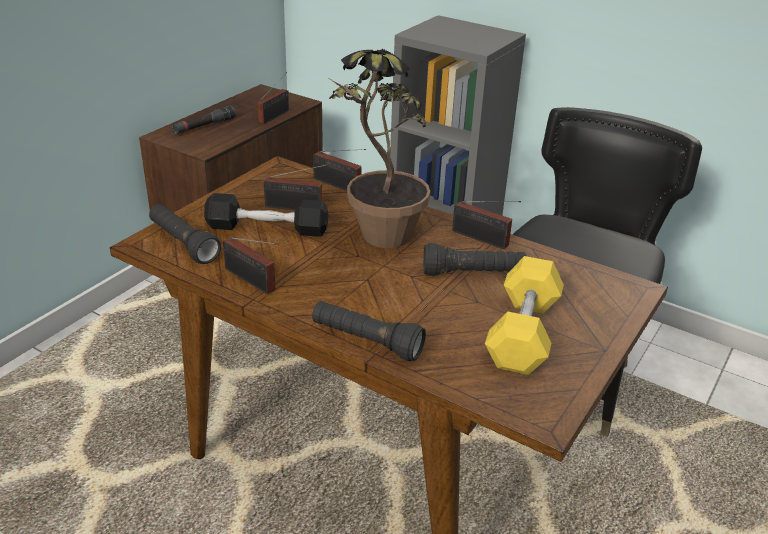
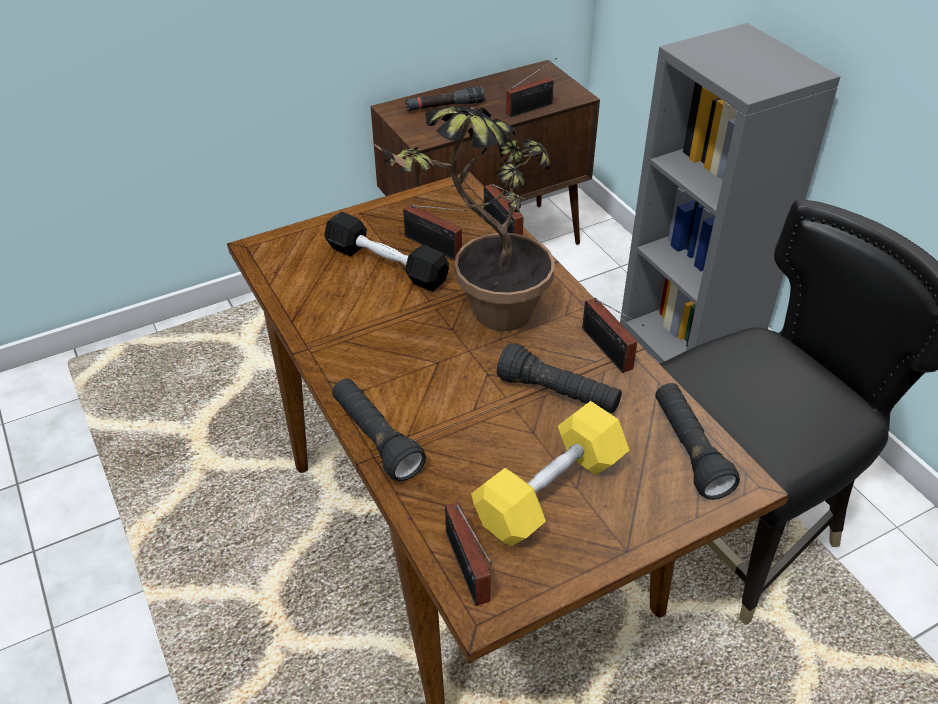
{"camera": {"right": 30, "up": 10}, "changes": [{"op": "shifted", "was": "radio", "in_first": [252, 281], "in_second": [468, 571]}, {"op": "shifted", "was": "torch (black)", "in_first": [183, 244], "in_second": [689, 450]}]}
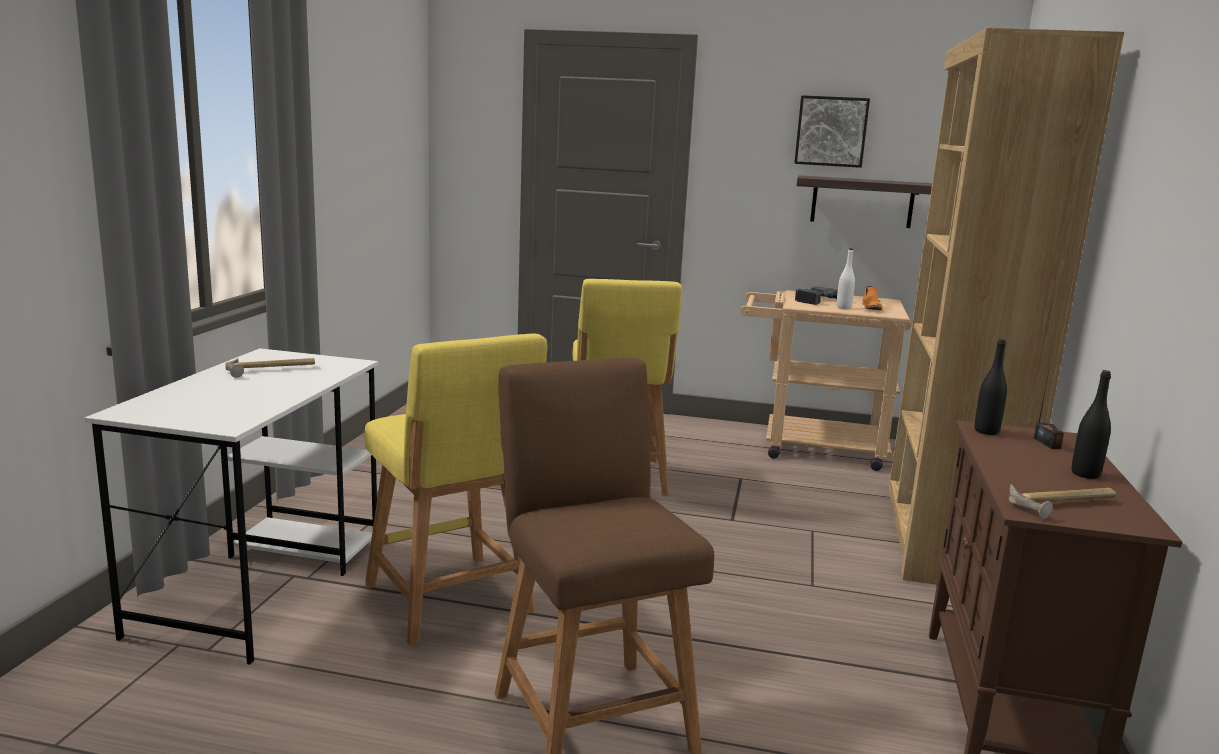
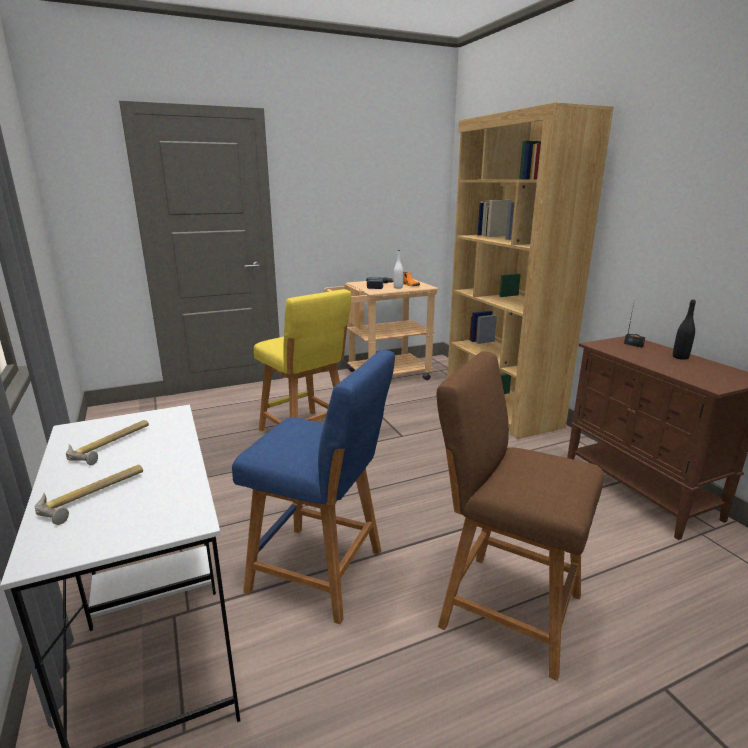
{"camera": {"right": -35, "up": 5}, "changes": [{"op": "shifted", "was": "tool hammer", "in_first": [1064, 505], "in_second": [95, 496]}, {"op": "repainted", "was": "stool (yellow-coloured)", "now": "stool (blue)", "in_first": [451, 602], "in_second": [322, 573]}, {"op": "gone", "was": "wall art", "in_first": [831, 131]}, {"op": "gone", "was": "shelf", "in_first": [862, 202]}, {"op": "gone", "was": "bottle (black)", "in_first": [986, 431]}]}
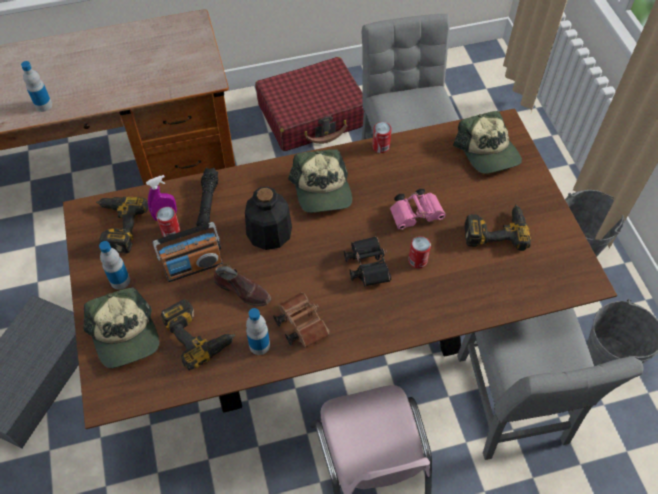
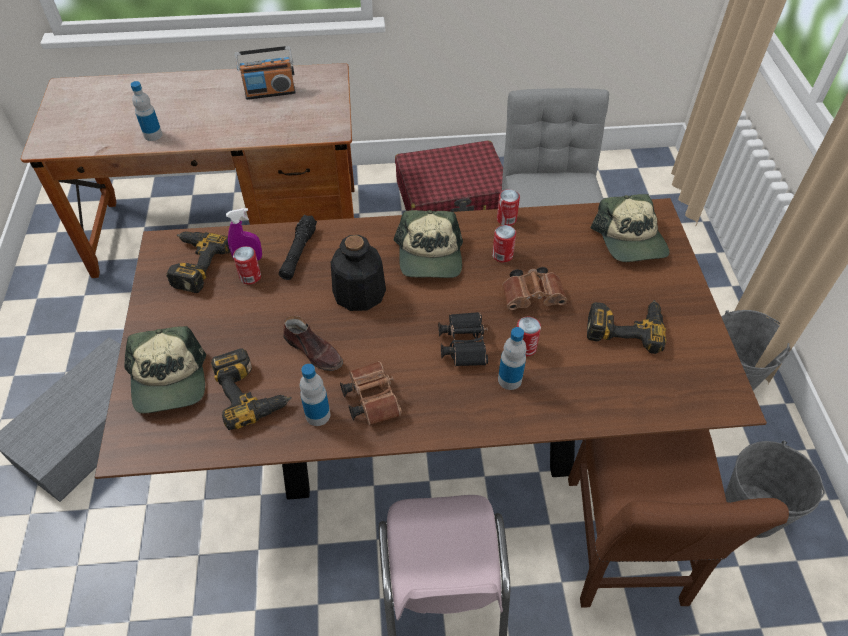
{"camera": {"right": 10, "up": -5}, "changes": [{"op": "shifted", "was": "radio", "in_first": [193, 266], "in_second": [270, 92]}, {"op": "new", "now": "metal can", "in_second": [502, 255]}, {"op": "shifted", "was": "bottle", "in_first": [120, 281], "in_second": [509, 379]}, {"op": "repainted", "was": "binoculars (pink-coloured)", "now": "binoculars (brown-coloured)", "in_first": [417, 215], "in_second": [534, 297]}, {"op": "repainted", "was": "plain chair (gray)", "now": "plain chair (brown-coloured)", "in_first": [512, 406], "in_second": [624, 548]}]}
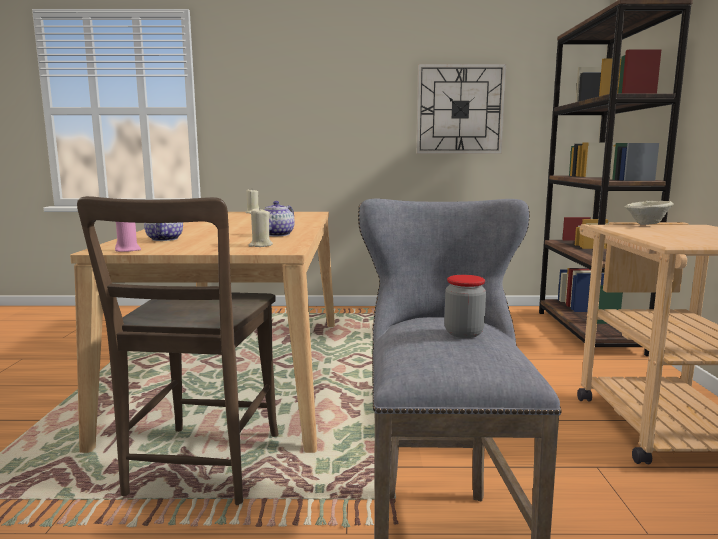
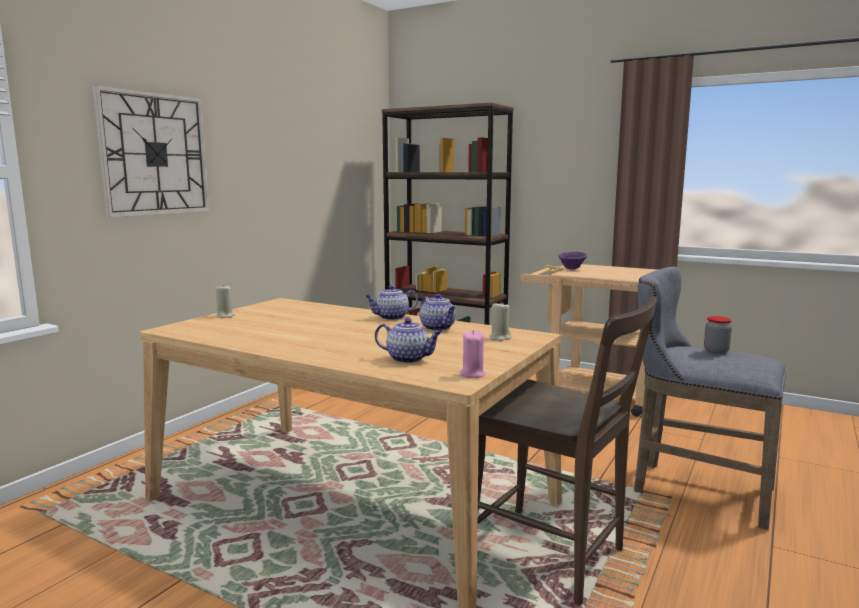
{"camera": {"right": -60, "up": 0}, "changes": [{"op": "shifted", "was": "clock on the wall", "in_first": [460, 109], "in_second": [154, 154]}, {"op": "new", "now": "tea pot", "in_second": [391, 317]}, {"op": "repainted", "was": "deep dish (sand-coloured)", "now": "deep dish (purplish)", "in_first": [647, 224], "in_second": [572, 268]}]}
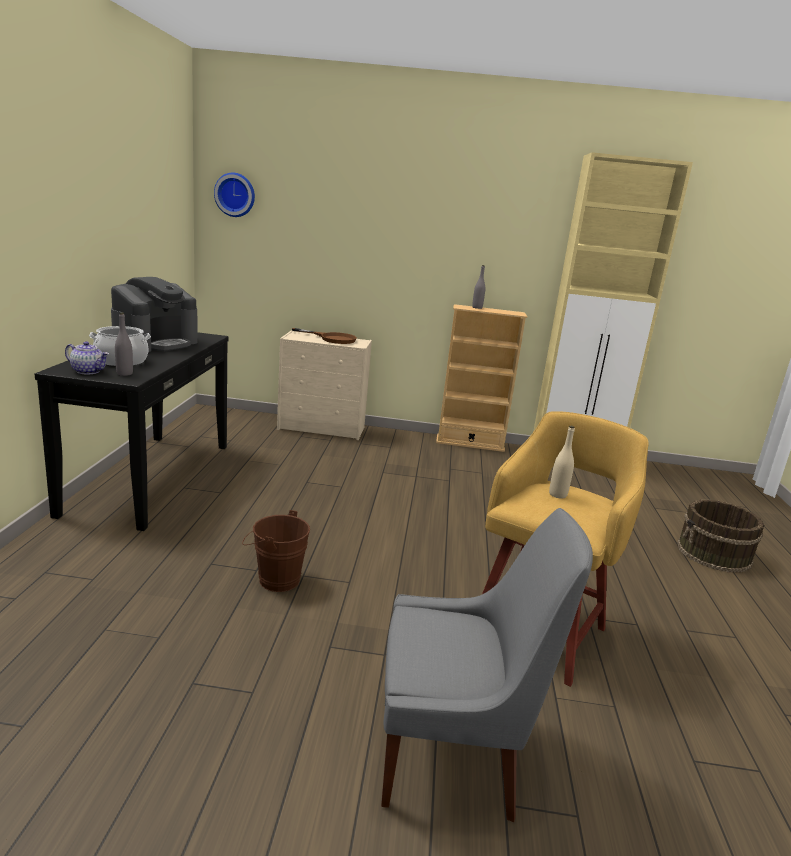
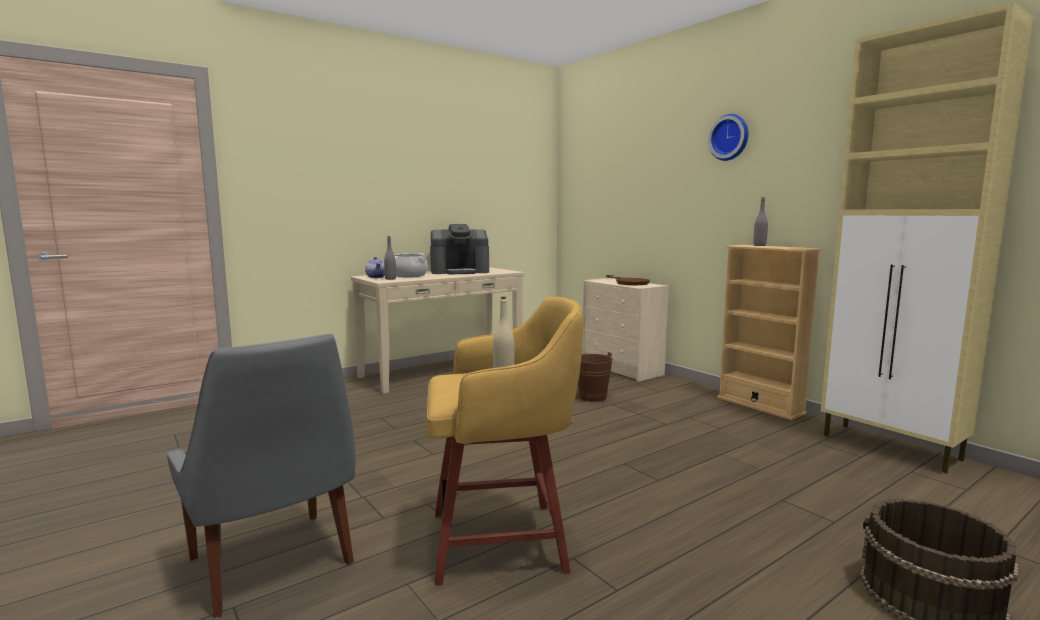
{"camera": {"right": 50, "up": -10}, "changes": [{"op": "repainted", "was": "narrow table (black)", "now": "narrow table (sand-coloured)", "in_first": [150, 477], "in_second": [442, 371]}, {"op": "shifted", "was": "pail (brown-coloured)", "in_first": [275, 579], "in_second": [590, 396]}, {"op": "shifted", "was": "clock on the wall", "in_first": [235, 195], "in_second": [730, 137]}]}
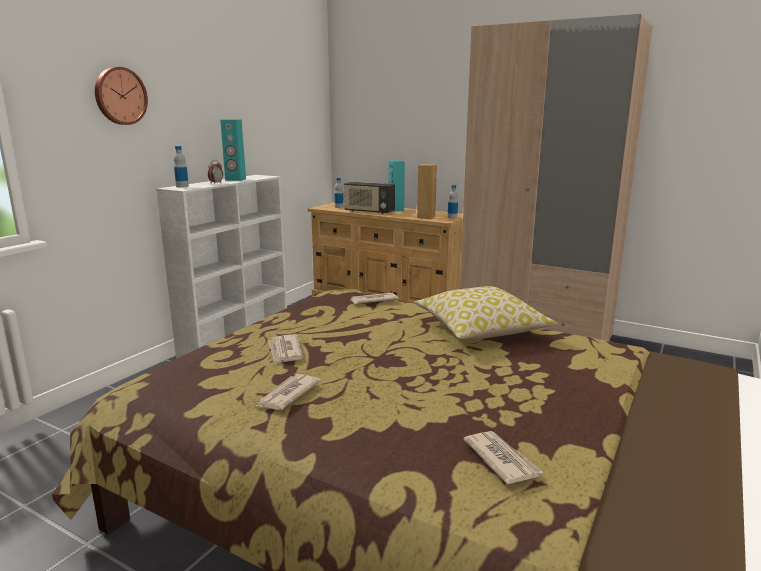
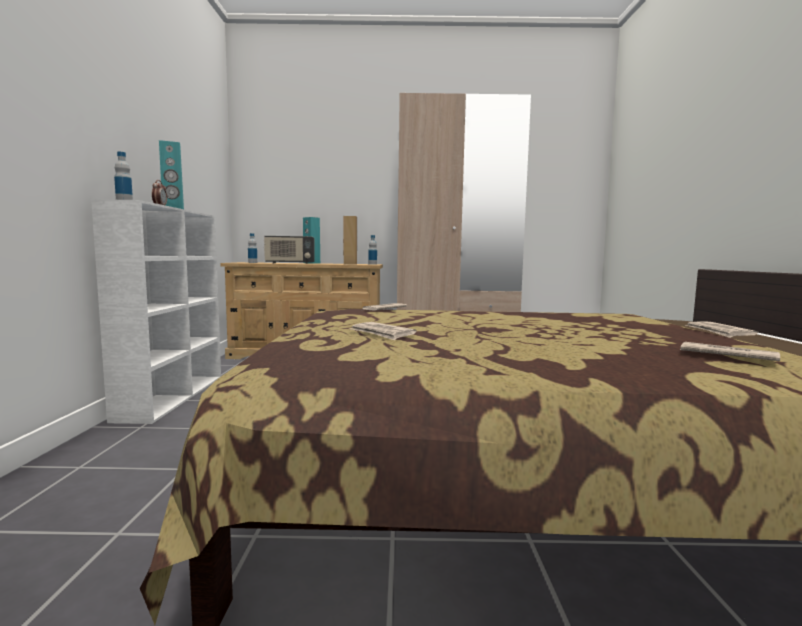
{"camera": {"right": -30, "up": -10}, "changes": [{"op": "shifted", "was": "printed paper", "in_first": [287, 395], "in_second": [718, 332]}, {"op": "gone", "was": "clock on the wall", "in_first": [119, 96]}, {"op": "gone", "was": "throw pillow", "in_first": [480, 330]}]}
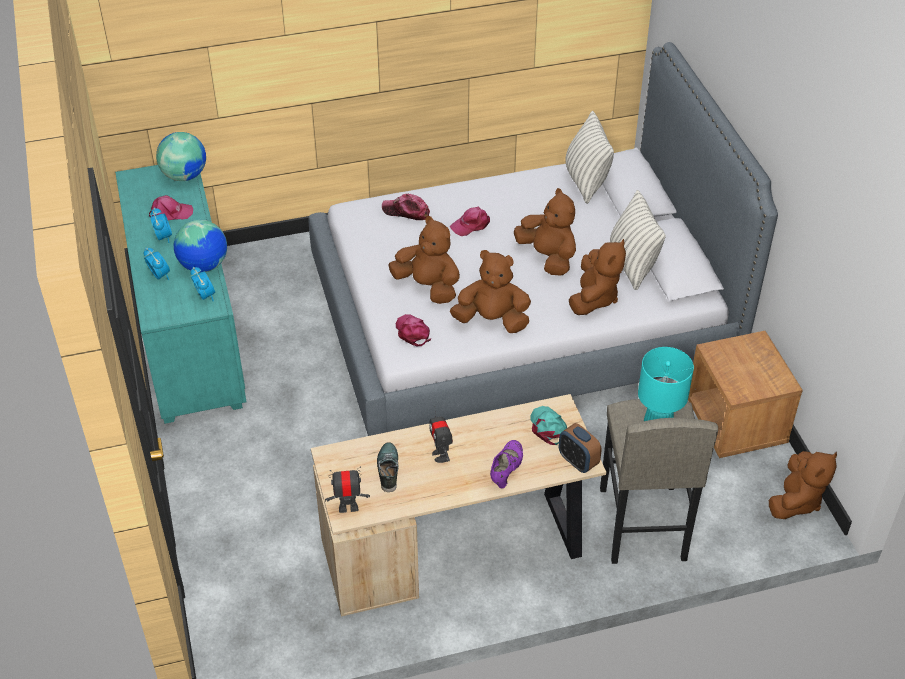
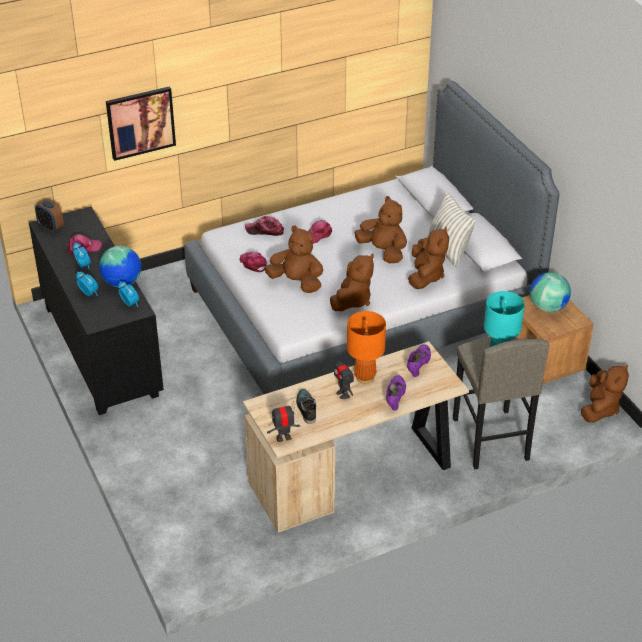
{"camera": {"right": -10, "up": -5}, "changes": [{"op": "repainted", "was": "chest of drawers (turquoise-coloured)", "now": "chest of drawers (black)", "in_first": [189, 337], "in_second": [101, 350]}, {"op": "shifted", "was": "alarm clock", "in_first": [578, 461], "in_second": [51, 227]}, {"op": "new", "now": "wall art", "in_second": [140, 122]}, {"op": "shifted", "was": "cap (pink-coloured)", "in_first": [412, 332], "in_second": [253, 263]}, {"op": "rotated", "was": "plush toy (brown-coloured)", "in_first": [492, 320], "in_second": [352, 300], "clockwise": 120}, {"op": "new", "now": "table lamp (orangey)", "in_second": [365, 377]}, {"op": "swapped", "was": "cap (turquoise-coloured)", "now": "item of footwear (purplish)", "in_first": [548, 427], "in_second": [418, 365]}, {"op": "shifted", "was": "globe", "in_first": [184, 175], "in_second": [547, 307]}, {"op": "gone", "was": "throw pillow", "in_first": [586, 181]}]}
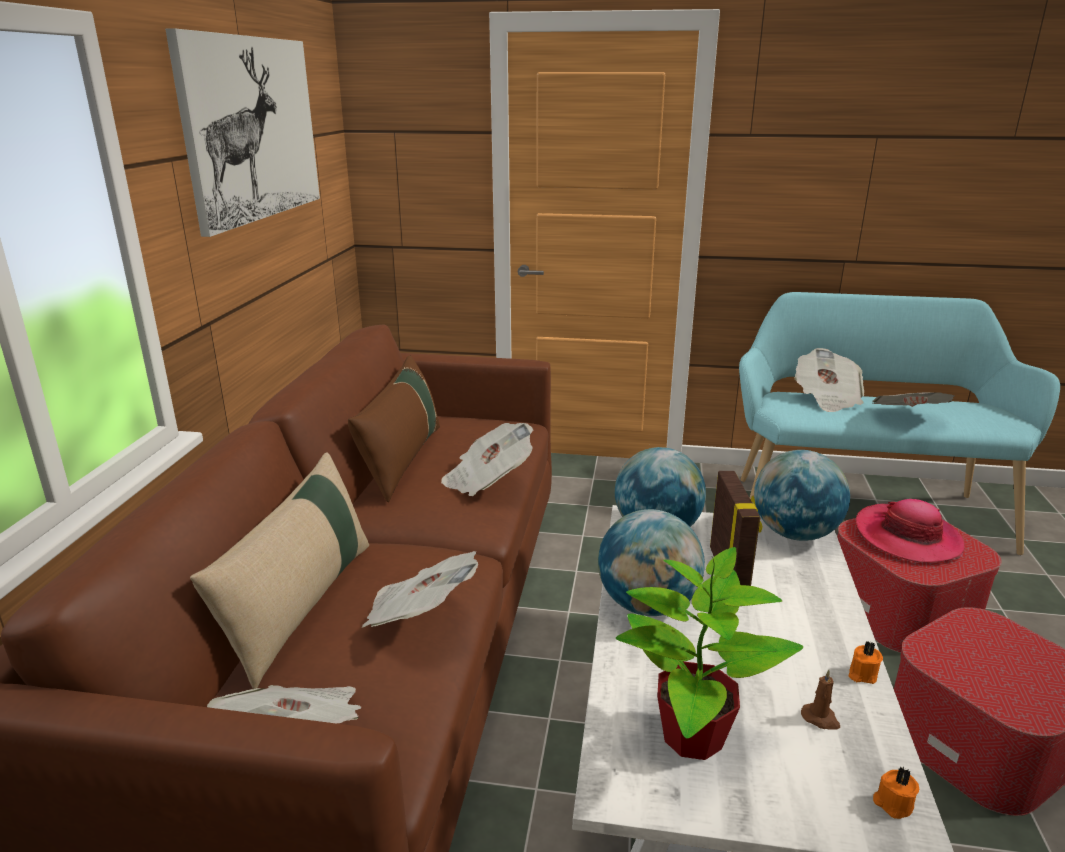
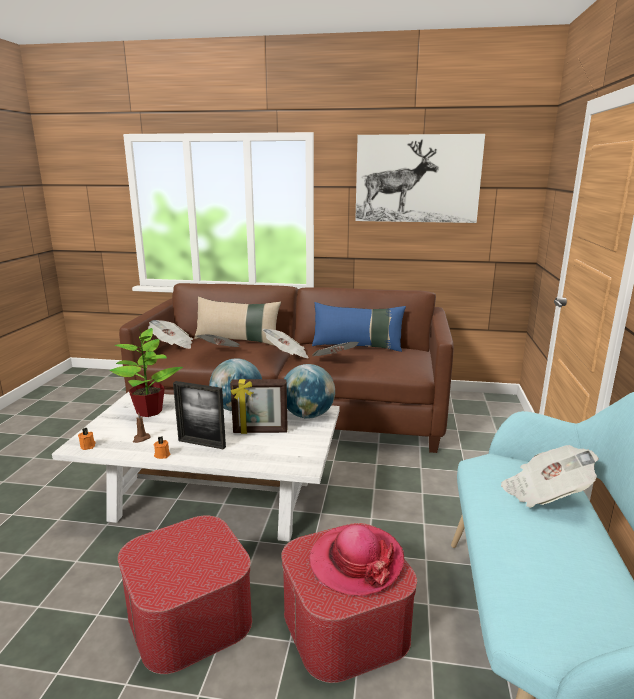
{"camera": {"right": 90, "up": -5}, "changes": [{"op": "new", "now": "photo frame", "in_second": [201, 444]}, {"op": "shifted", "was": "printed paper", "in_first": [907, 418], "in_second": [286, 355]}, {"op": "repainted", "was": "throw pillow (brown-coloured)", "now": "throw pillow (blue)", "in_first": [402, 460], "in_second": [357, 346]}, {"op": "gone", "was": "globe", "in_first": [794, 533]}]}
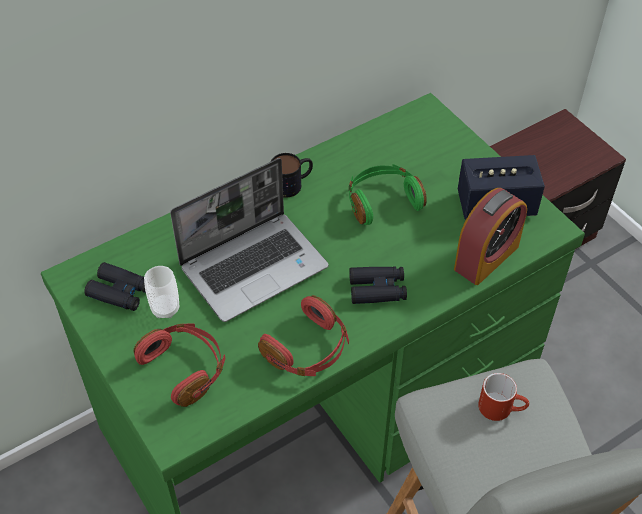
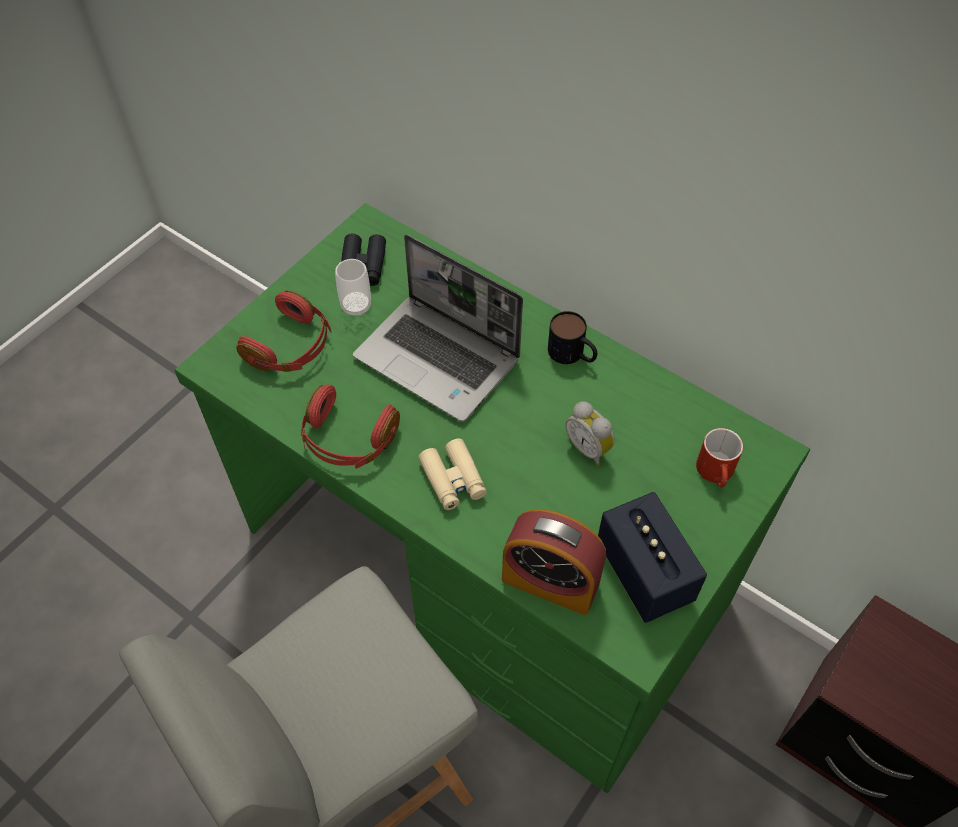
{"camera": {"right": 70, "up": 5}, "changes": [{"op": "repainted", "was": "binoculars (black)", "now": "binoculars (sand-coloured)", "in_first": [377, 289], "in_second": [453, 479]}, {"op": "swapped", "was": "headset (green)", "now": "alarm clock", "in_first": [382, 201], "in_second": [589, 448]}, {"op": "shifted", "was": "mug (reddish)", "in_first": [501, 407], "in_second": [717, 474]}]}
